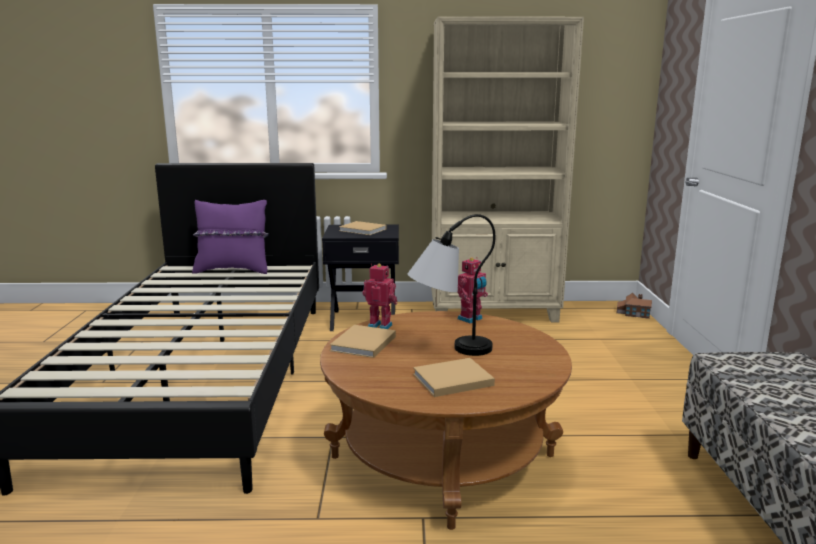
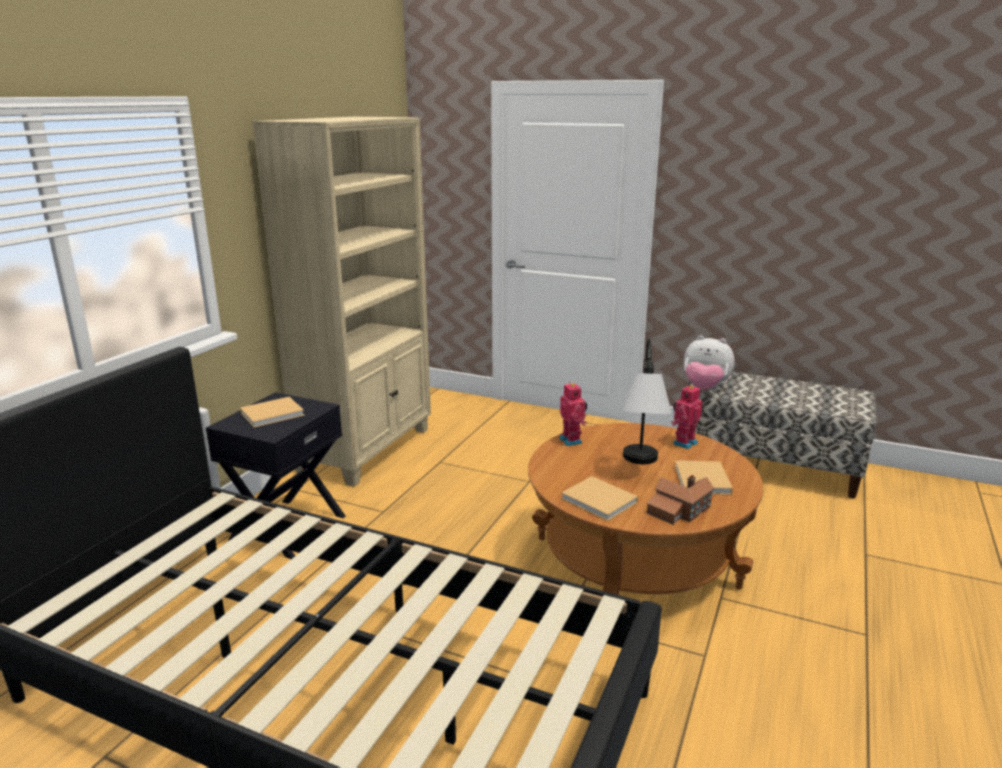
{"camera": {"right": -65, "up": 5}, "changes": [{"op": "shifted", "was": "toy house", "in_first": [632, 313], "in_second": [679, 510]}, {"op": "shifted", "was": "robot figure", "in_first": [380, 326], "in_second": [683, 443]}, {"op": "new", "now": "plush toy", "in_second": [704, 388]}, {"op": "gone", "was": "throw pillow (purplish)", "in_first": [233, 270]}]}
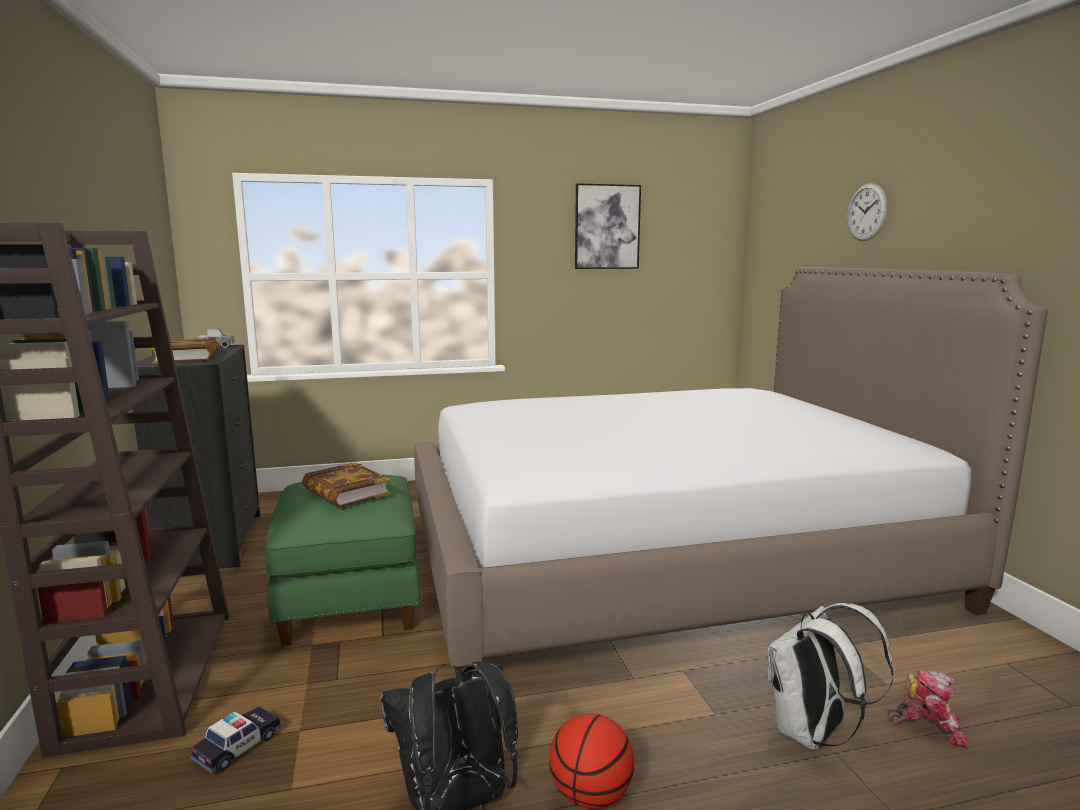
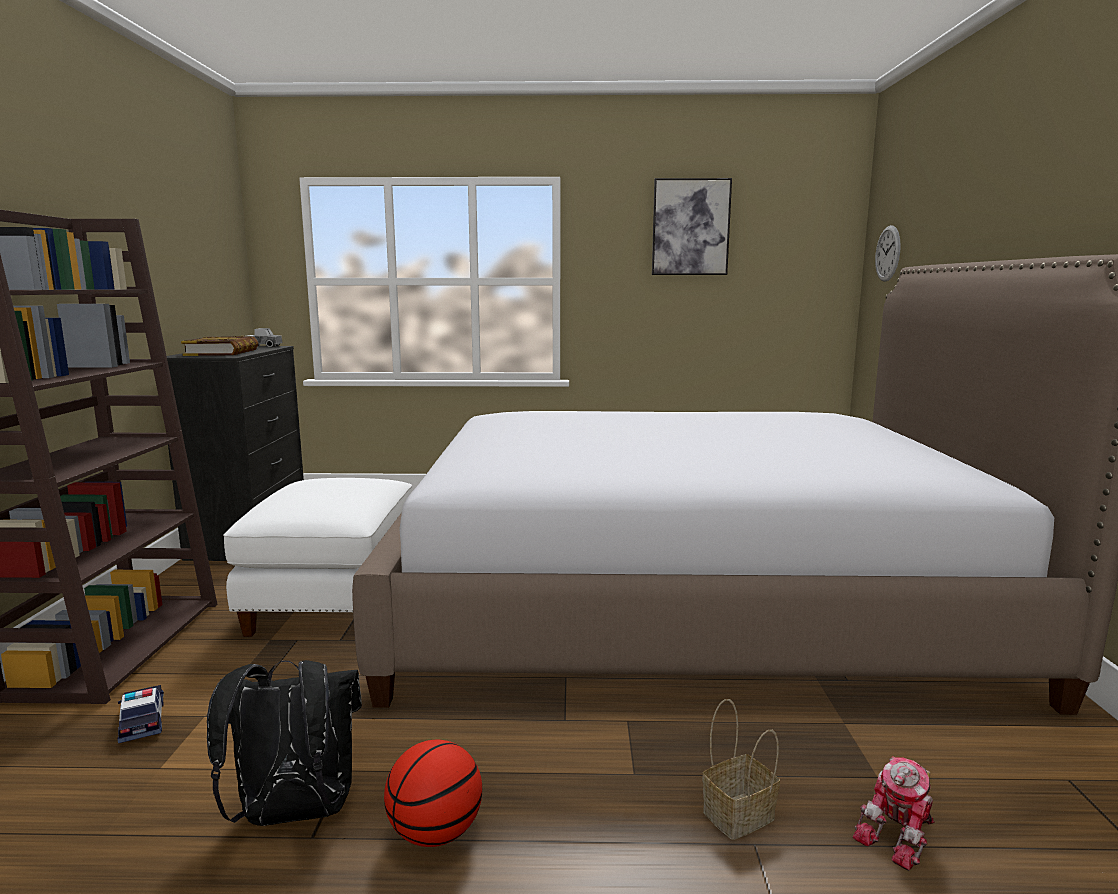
{"camera": {"right": 15, "up": 0}, "changes": [{"op": "rotated", "was": "miniature car", "in_first": [238, 746], "in_second": [142, 721], "clockwise": -75}, {"op": "repainted", "was": "ottoman (green)", "now": "ottoman (whitish)", "in_first": [352, 597], "in_second": [336, 601]}, {"op": "swapped", "was": "knapsack (whitish)", "now": "household basket", "in_first": [812, 734], "in_second": [737, 817]}, {"op": "rotated", "was": "robot figure", "in_first": [927, 726], "in_second": [900, 836], "clockwise": 105}, {"op": "shifted", "was": "clock on the wall", "in_first": [866, 212], "in_second": [888, 253]}, {"op": "gone", "was": "volume", "in_first": [346, 491]}]}
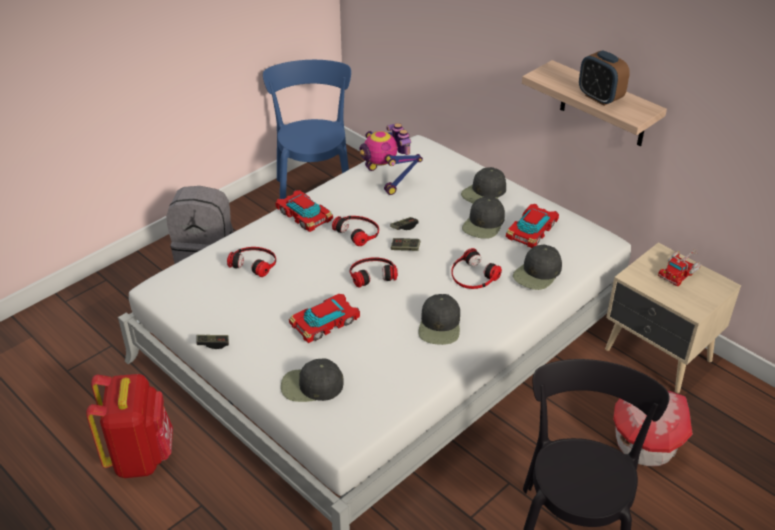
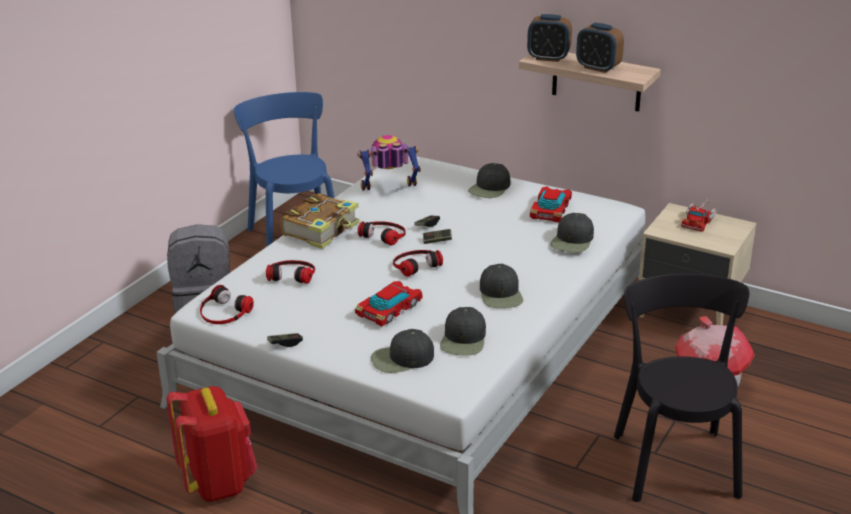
{"camera": {"right": -15, "up": -10}, "changes": [{"op": "shifted", "was": "headset", "in_first": [473, 275], "in_second": [224, 312]}, {"op": "swapped", "was": "miniature car", "now": "volume", "in_first": [304, 215], "in_second": [322, 230]}, {"op": "rotated", "was": "robot figure", "in_first": [387, 179], "in_second": [389, 191], "clockwise": 120}, {"op": "shifted", "was": "cap (black)", "in_first": [484, 224], "in_second": [464, 339]}, {"op": "new", "now": "alarm clock", "in_second": [548, 58]}]}
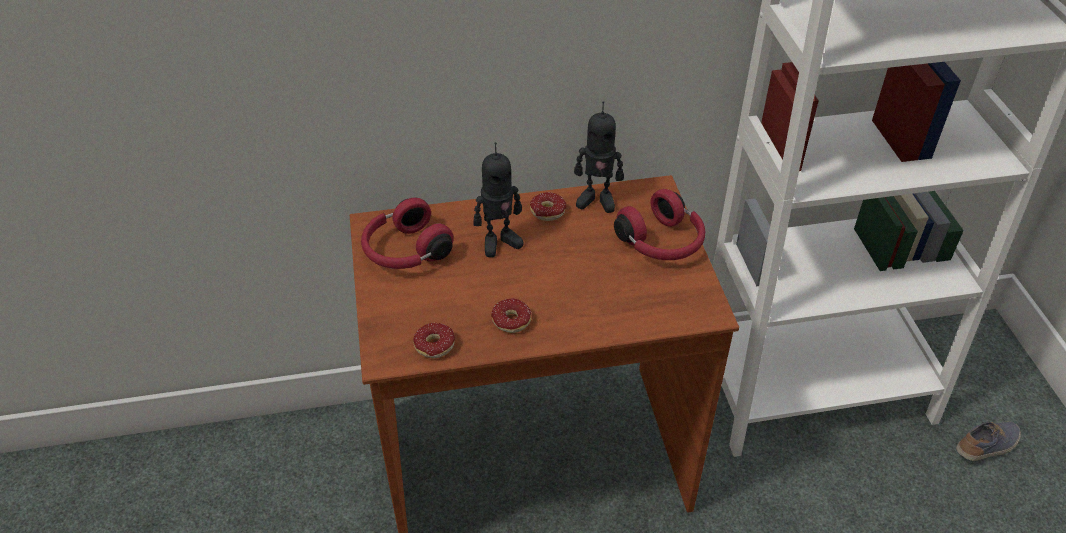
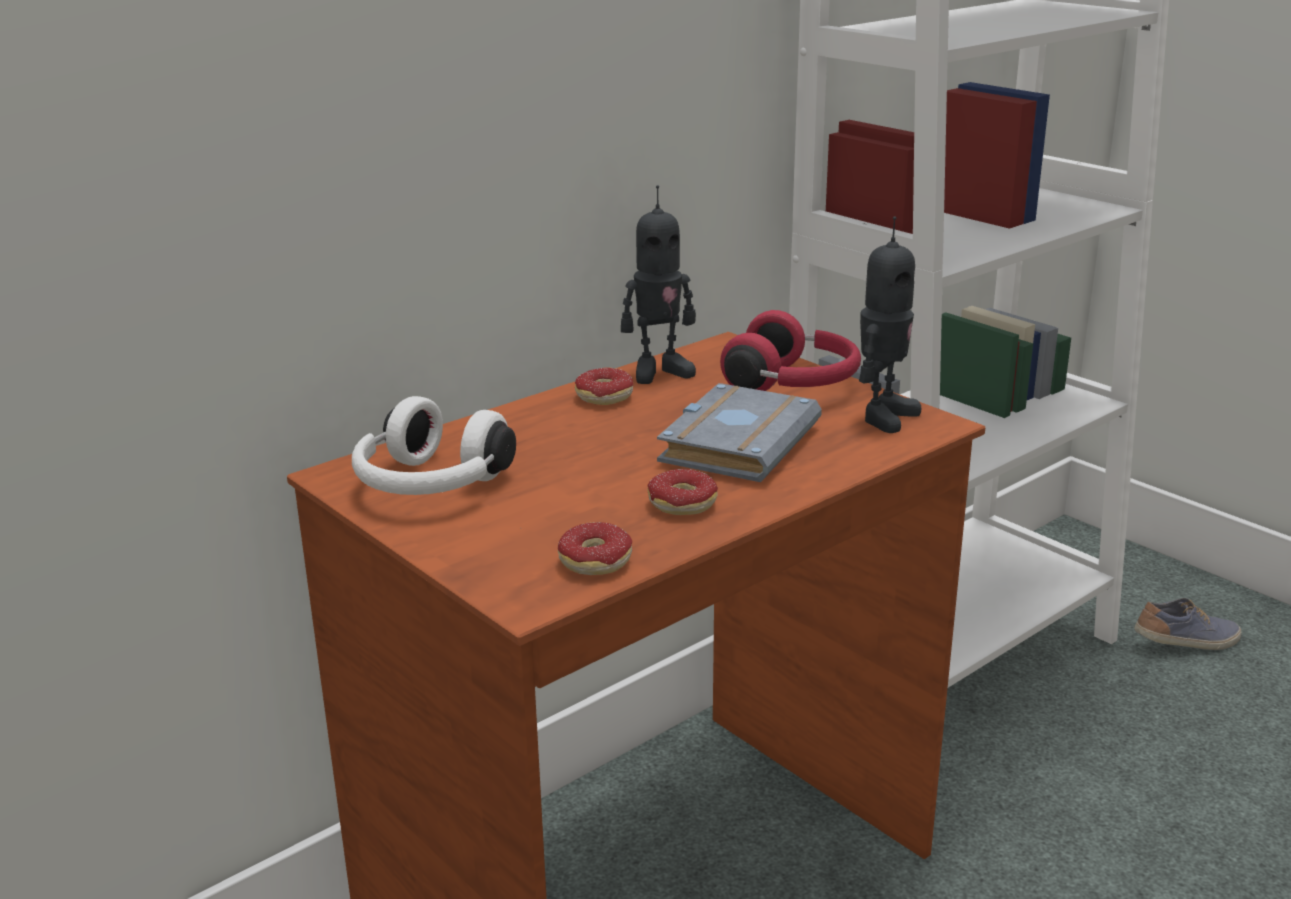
{"camera": {"right": -30, "up": -20}, "changes": [{"op": "repainted", "was": "headset (reddish)", "now": "headset (whitish)", "in_first": [405, 251], "in_second": [429, 485]}, {"op": "new", "now": "volume (gray)", "in_second": [736, 442]}, {"op": "shifted", "was": "robot figure", "in_first": [499, 242], "in_second": [883, 417]}, {"op": "rotated", "was": "item of footwear", "in_first": [987, 447], "in_second": [1187, 643], "clockwise": 45}]}
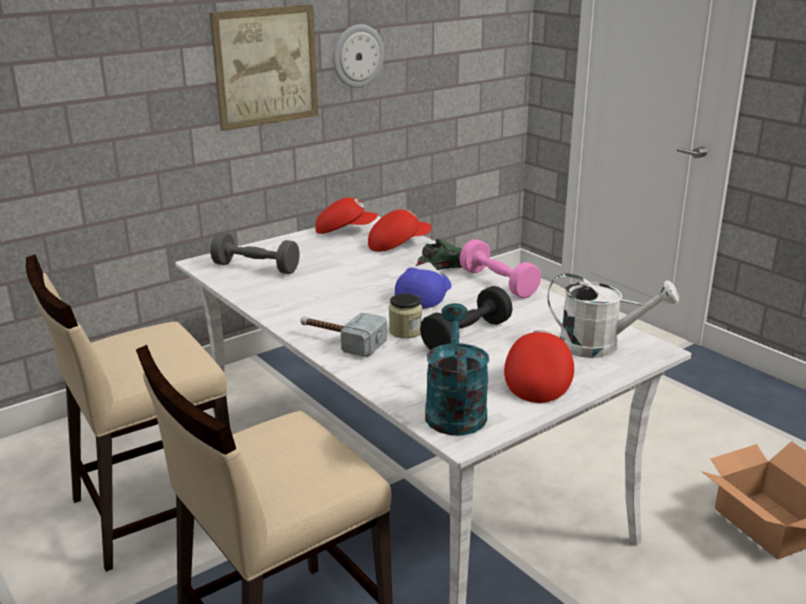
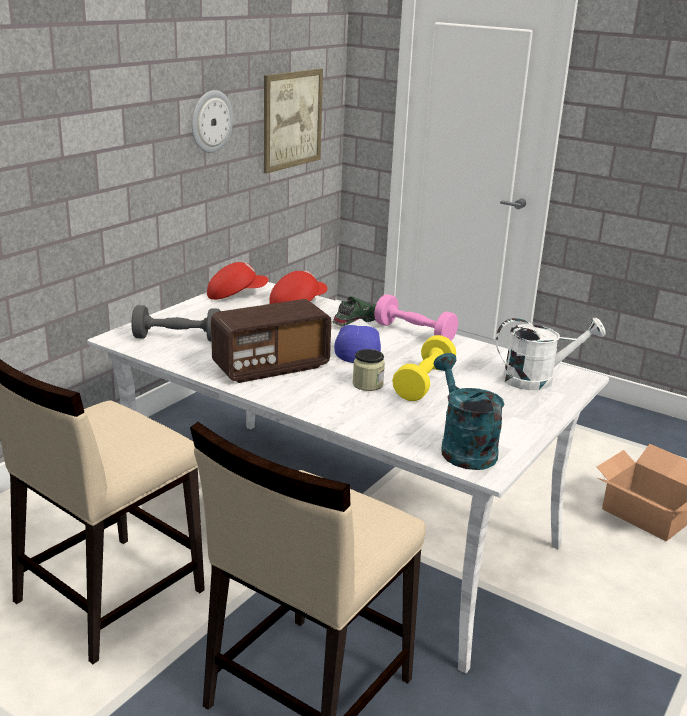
{"camera": {"right": -20, "up": 0}, "changes": [{"op": "new", "now": "radio", "in_second": [271, 367]}, {"op": "shifted", "was": "wall art", "in_first": [266, 66], "in_second": [292, 119]}, {"op": "repainted", "was": "dumbbell (black)", "now": "dumbbell (yellow-coloured)", "in_first": [466, 336], "in_second": [424, 383]}, {"op": "gone", "was": "tool hammer", "in_first": [340, 341]}, {"op": "gone", "was": "cap (reddish)", "in_first": [537, 381]}]}
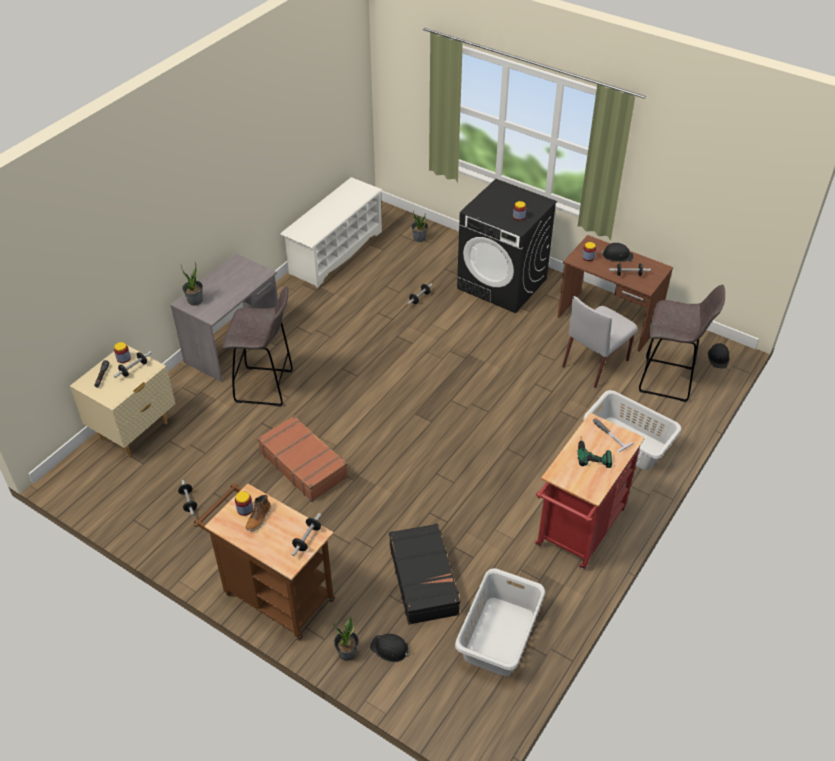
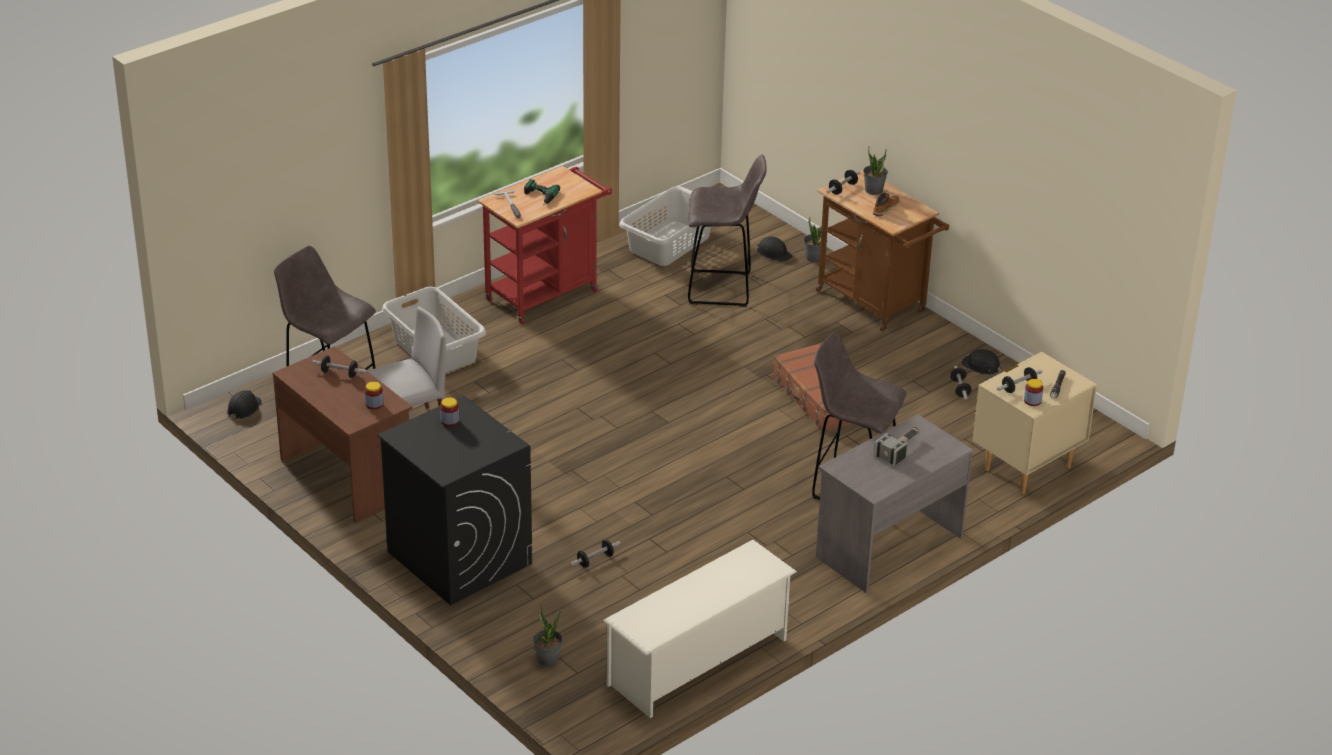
{"camera": {"right": -165, "up": -10}, "changes": [{"op": "swapped", "was": "suitcase (black)", "now": "stool (gray)", "in_first": [424, 579], "in_second": [722, 289]}, {"op": "shifted", "was": "potted plant", "in_first": [195, 301], "in_second": [873, 190]}, {"op": "new", "now": "tool hammer", "in_second": [899, 449]}, {"op": "shifted", "was": "work helmet (black)", "in_first": [617, 255], "in_second": [981, 366]}, {"op": "gone", "was": "jar", "in_first": [245, 509]}]}
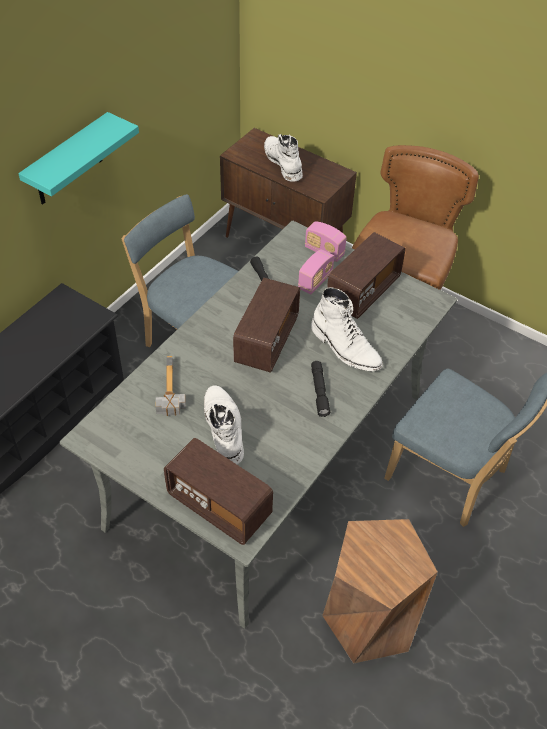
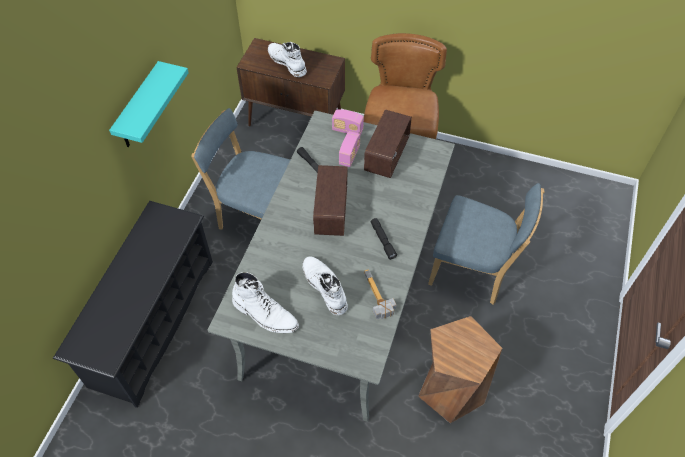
{"camera": {"right": -15, "up": 5}, "changes": [{"op": "shifted", "was": "boot (whitish)", "in_first": [345, 347], "in_second": [265, 314]}, {"op": "shifted", "was": "tool hammer", "in_first": [166, 390], "in_second": [374, 297]}, {"op": "gone", "was": "radio", "in_first": [219, 505]}]}
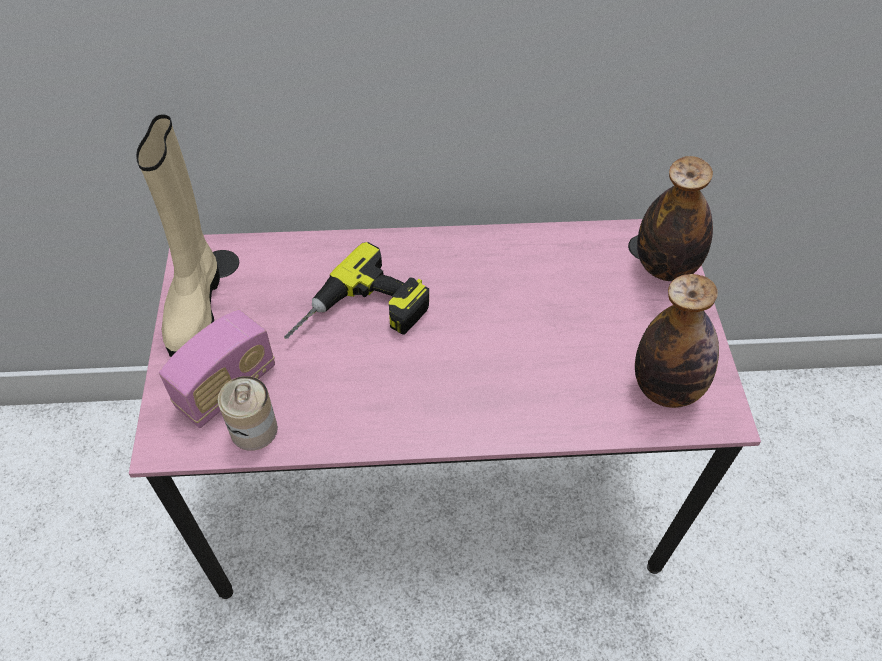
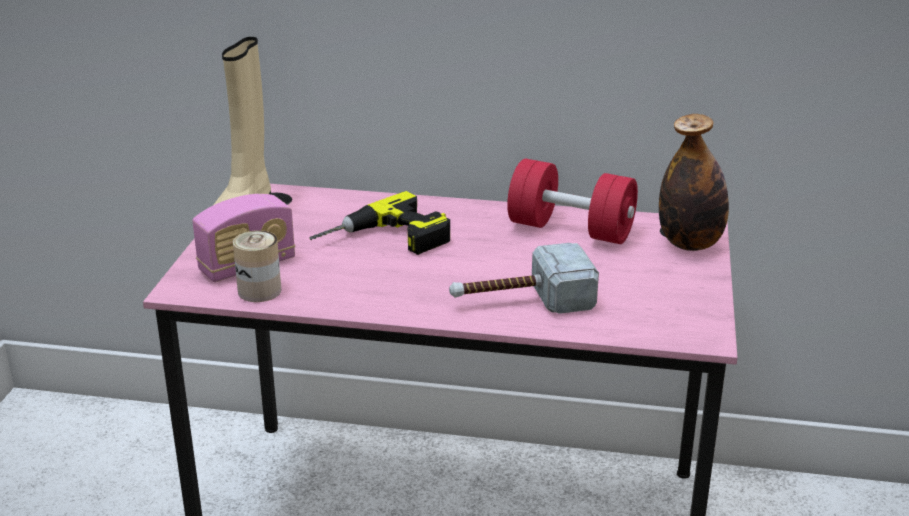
{"camera": {"right": 15, "up": -25}, "changes": [{"op": "new", "now": "tool hammer", "in_second": [521, 301]}, {"op": "new", "now": "dumbbell (reddish)", "in_second": [571, 230]}, {"op": "gone", "was": "bottle", "in_first": [665, 387]}]}
